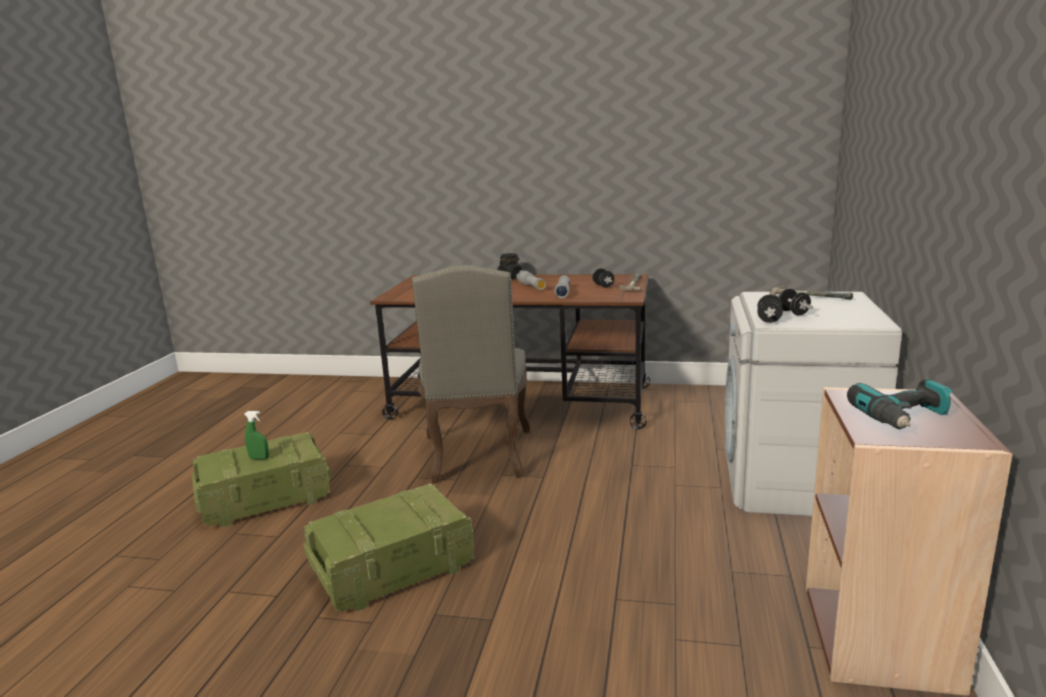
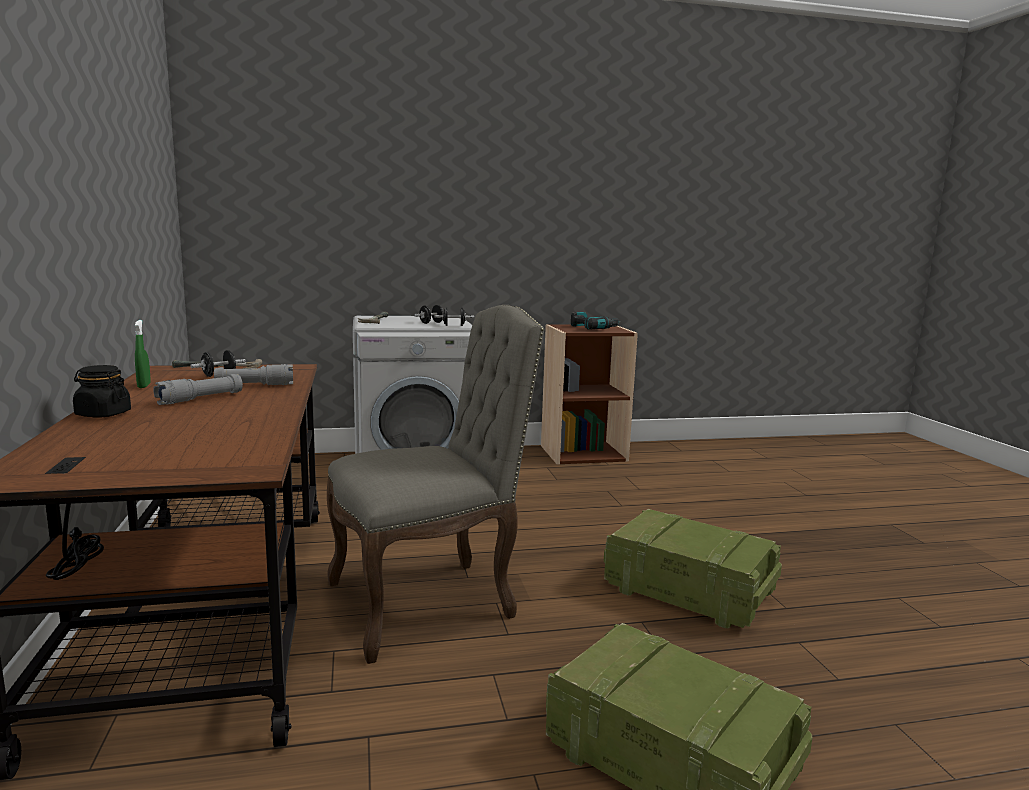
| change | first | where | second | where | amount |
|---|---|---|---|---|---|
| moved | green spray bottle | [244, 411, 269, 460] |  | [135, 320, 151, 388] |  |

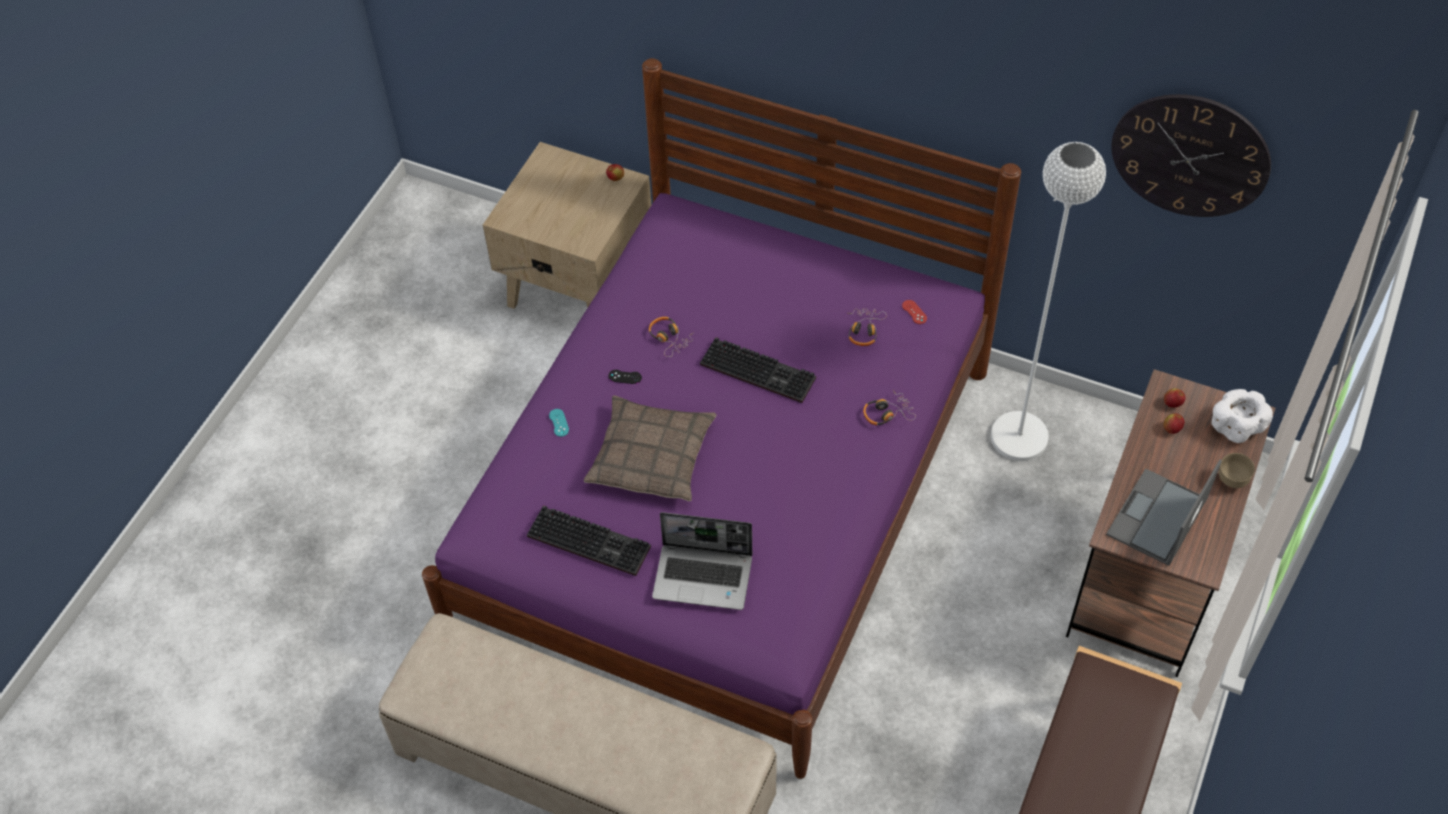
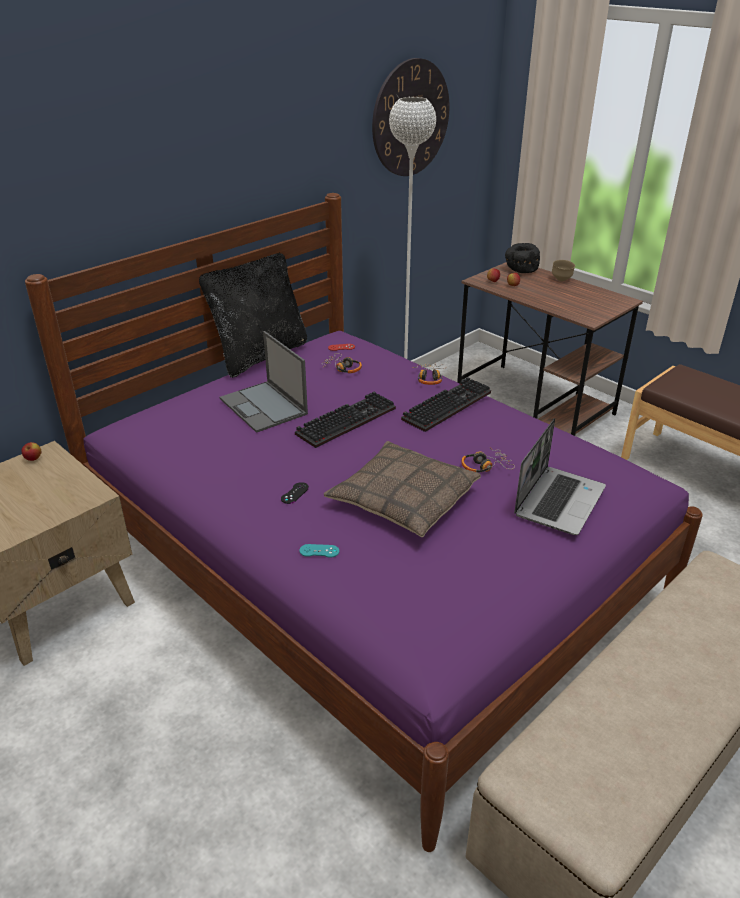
| change | first | where | second | where | amount |
|---|---|---|---|---|---|
| added |  |  | blackish throw pillow | [199, 253, 307, 378] |  |
| moved | portable computer | [1106, 459, 1222, 566] |  | [220, 331, 308, 433] |  |
| moved | PC keyboard | [527, 505, 651, 576] |  | [401, 377, 491, 432] |  |
| moved | headset | [649, 317, 694, 357] |  | [461, 447, 515, 473] |  |
| recoloured | white-coloured bowl | [1212, 389, 1273, 443] | blackish bowl | [505, 243, 540, 273] |  |

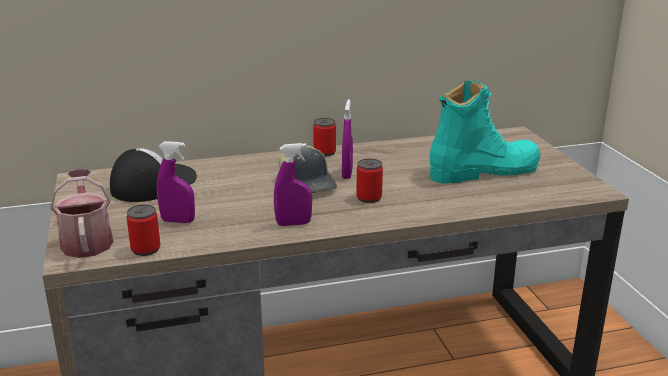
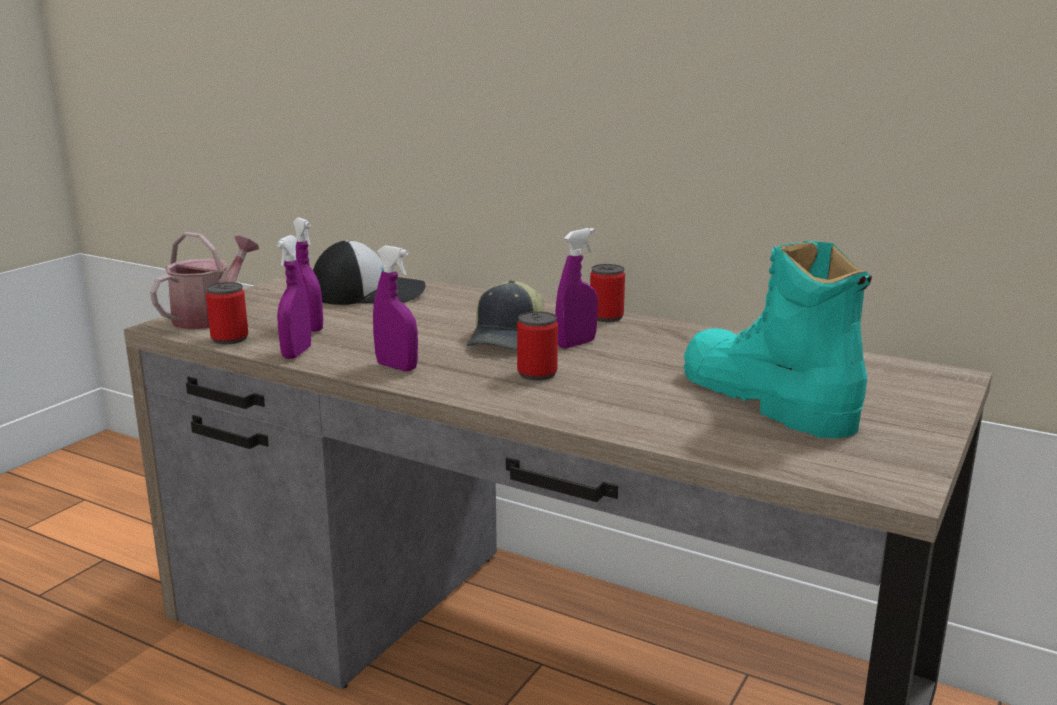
| change | first | where | second | where | amount |
|---|---|---|---|---|---|
| added |  |  | purple-coloured spray bottle | [276, 235, 311, 359] |  |
| turned | blue-green high-top boot | [429, 81, 540, 184] |  | [684, 241, 872, 438] | 150 degrees counterclockwise |

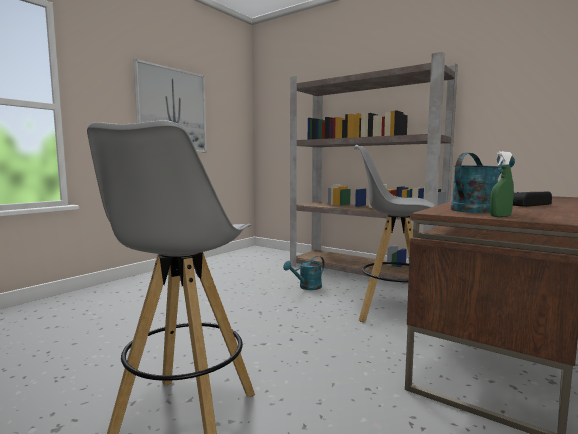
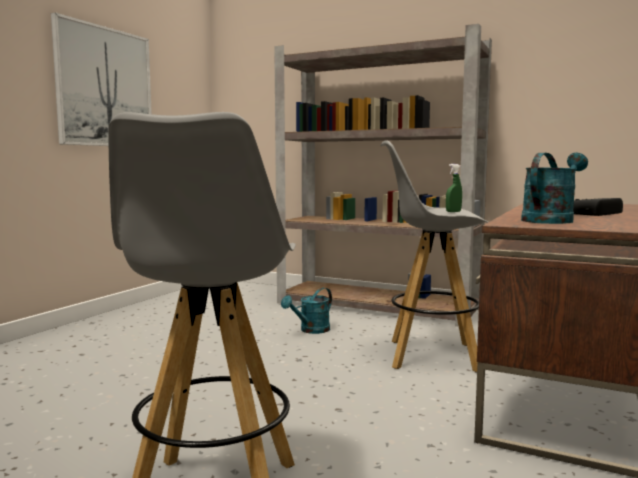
| change | first | where | second | where | amount |
|---|---|---|---|---|---|
| moved | green spray bottle | [490, 151, 514, 217] |  | [446, 164, 462, 212] |  |

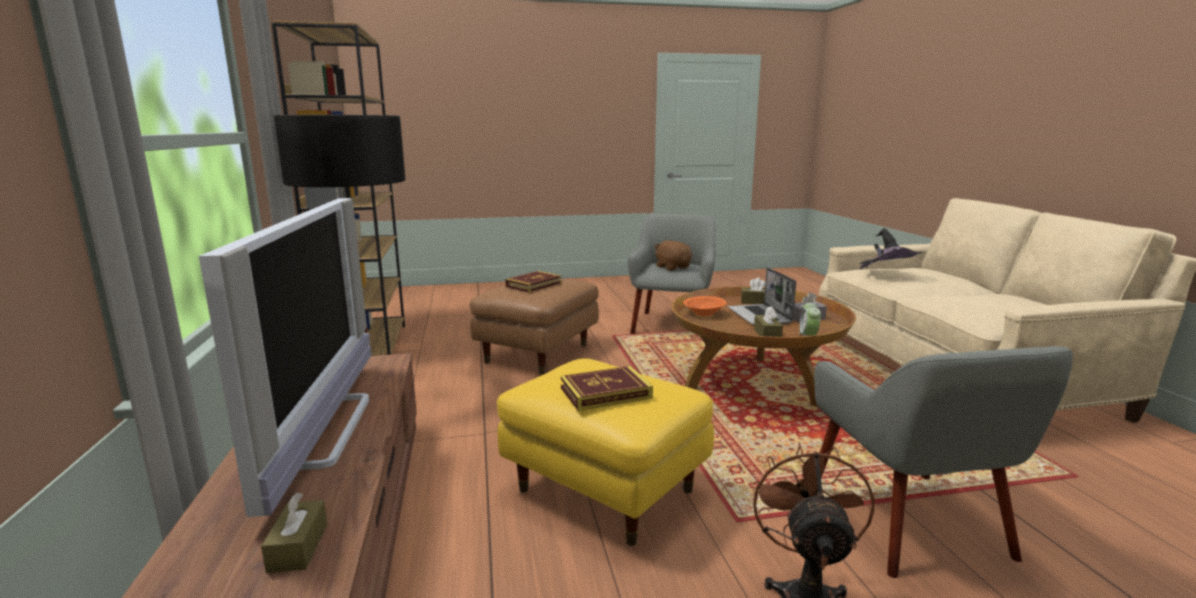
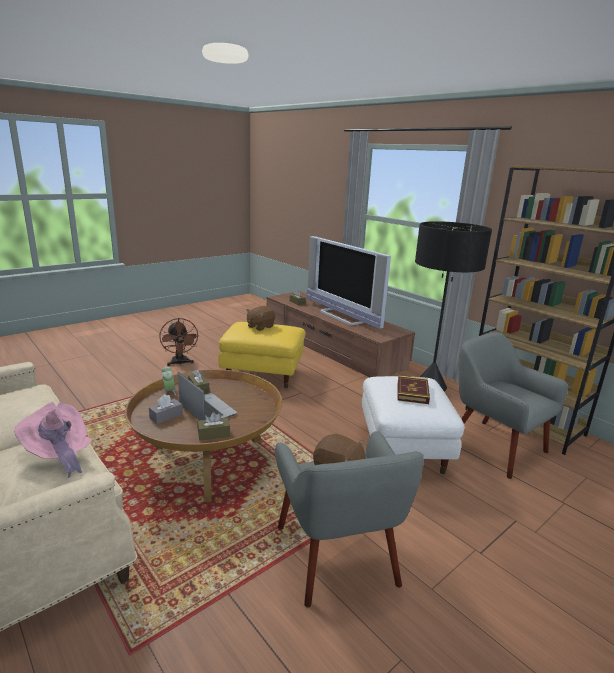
| change | first | where | second | where | amount |
|---|---|---|---|---|---|
| recoloured | blackish hat | [859, 228, 922, 269] | pink hat | [14, 402, 93, 478] |  |
| replaced | volume | [561, 366, 653, 411] | brown-coloured cuddly toy | [247, 306, 275, 331] |  |
| recoloured | brown-coloured pouffe | [470, 279, 599, 375] | white-coloured pouffe | [362, 376, 465, 474] |  |
| moved | grey easy chair | [814, 346, 1073, 578] |  | [458, 332, 568, 479] |  |
| removed | orange bowl | [683, 296, 726, 316] |  |  |  |

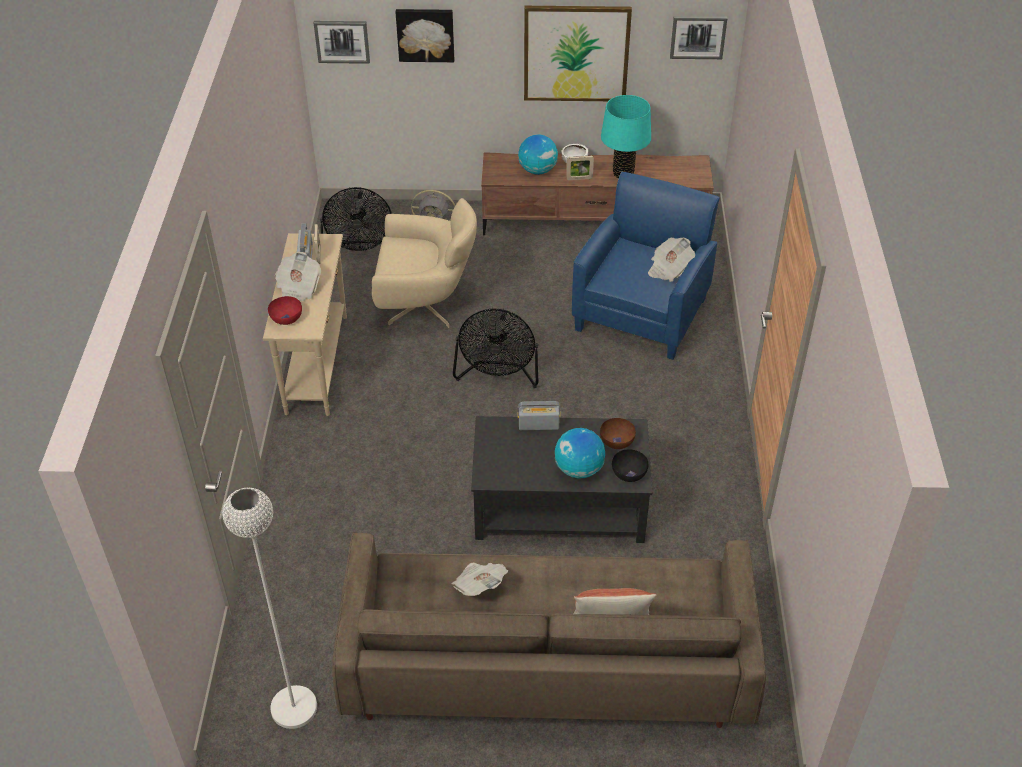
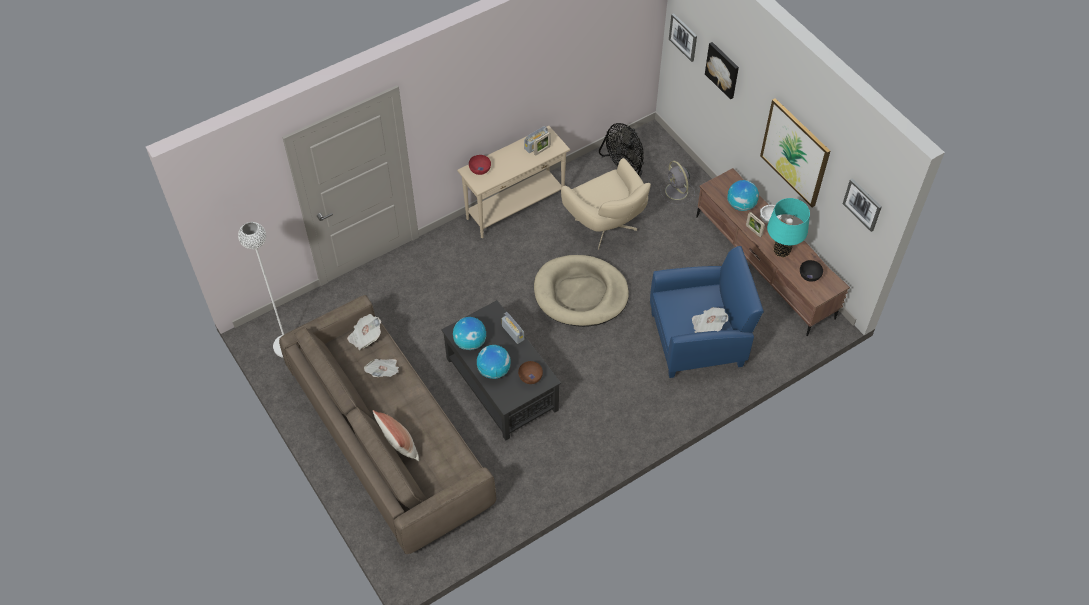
| change | first | where | second | where | amount |
|---|---|---|---|---|---|
| moved | newspaper | [275, 252, 321, 301] |  | [347, 314, 381, 350] |  |
| added |  |  | world globe | [453, 317, 486, 350] |  |
| replaced | blackish electric fan | [453, 308, 539, 388] | beige-coloured dog bed | [534, 255, 629, 327] |  |
| moved | blackish bowl | [612, 449, 648, 482] |  | [800, 260, 823, 282] |  |

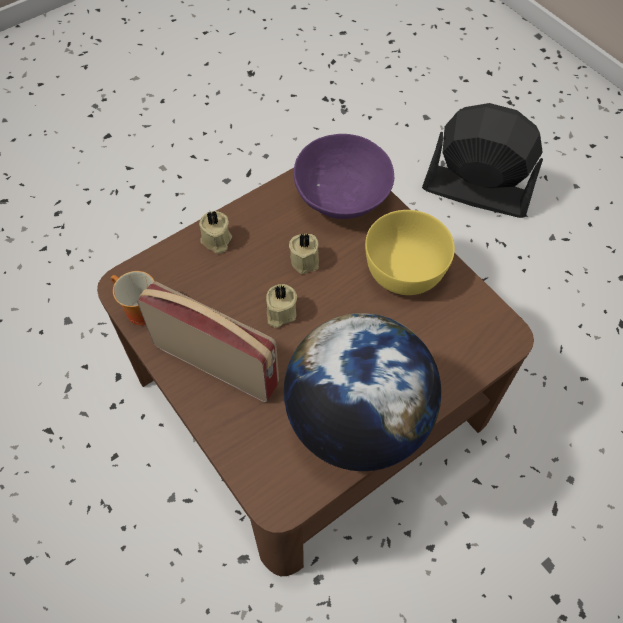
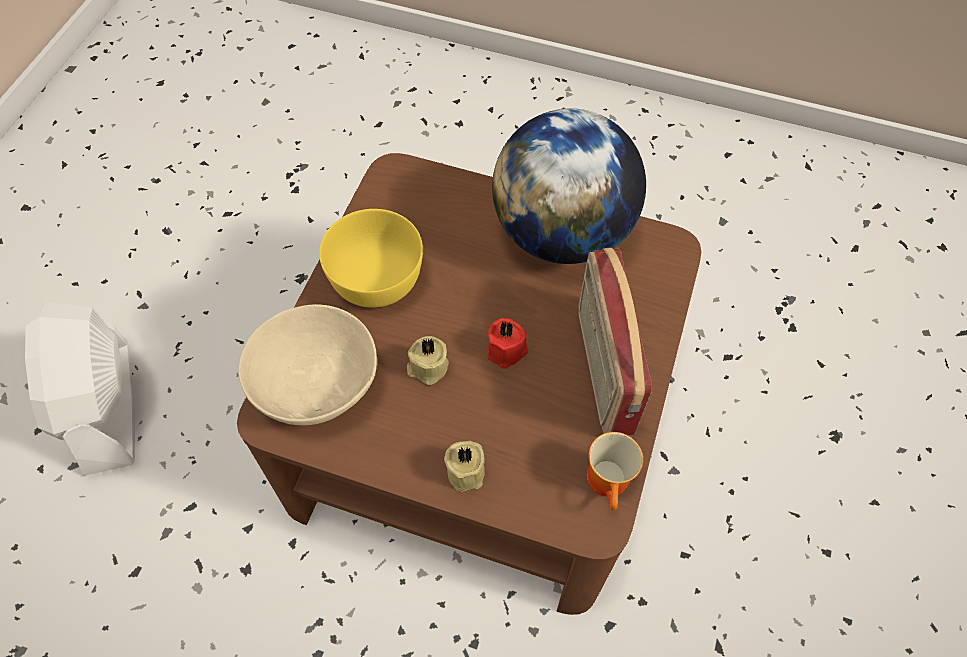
| change | first | where | second | where | amount |
|---|---|---|---|---|---|
| recoloured | blackish electric fan | [422, 103, 543, 218] | white-coloured electric fan | [25, 302, 135, 476] |  |
| recoloured | purple-coloured bowl | [293, 134, 394, 219] | beige-coloured bowl | [238, 304, 377, 425] |  |
| recoloured | beige-coloured wax light | [266, 284, 297, 328] | red-coloured wax light | [487, 318, 528, 369] |  |

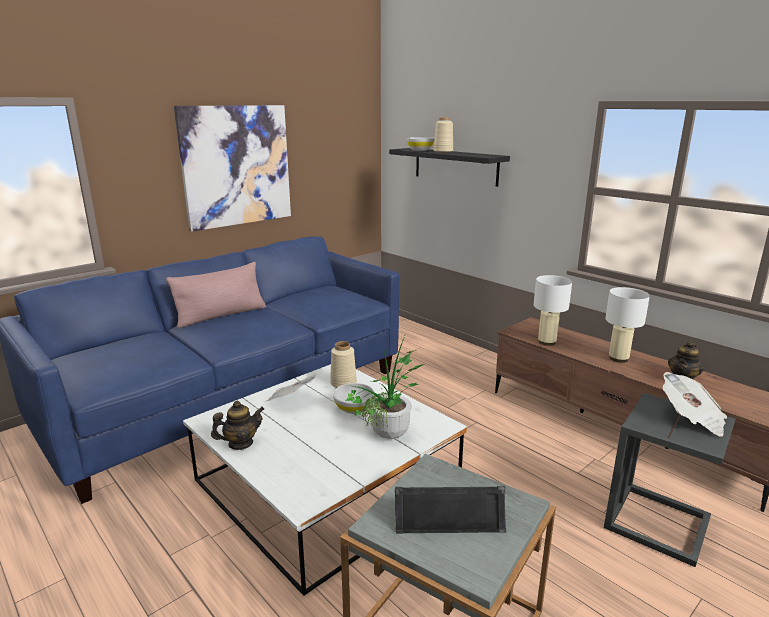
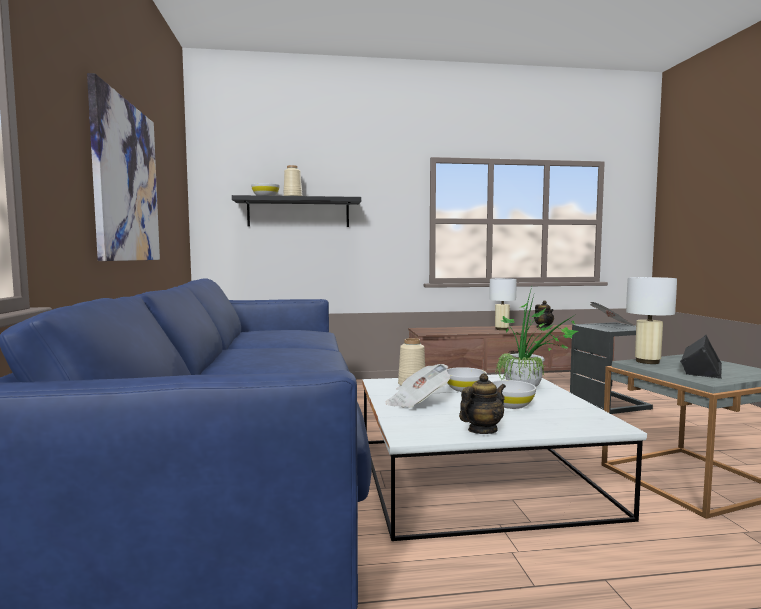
| change | first | where | second | where | amount |
|---|---|---|---|---|---|
| turned | tea pot | [211, 401, 264, 450] |  | [459, 373, 506, 434] | 45 degrees clockwise |
| added |  |  | white-coloured bowl | [492, 380, 536, 409] |  |
| moved | white-coloured lamp for a table | [534, 275, 572, 346] |  | [626, 277, 677, 364] |  |
| removed | pink throw pillow | [166, 262, 266, 328] |  |  |  |

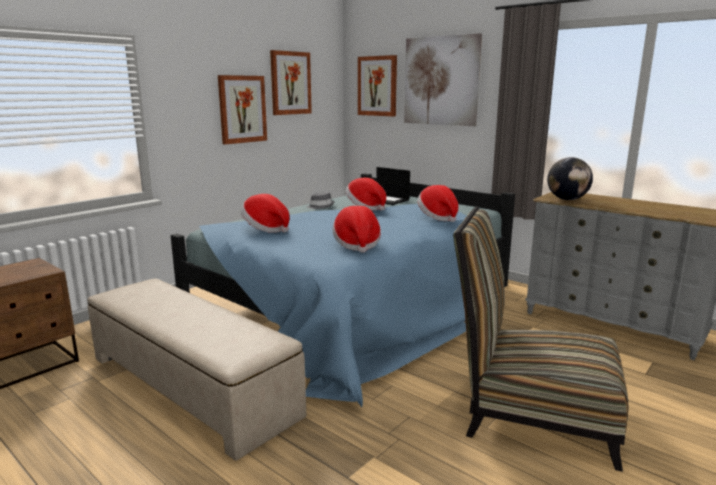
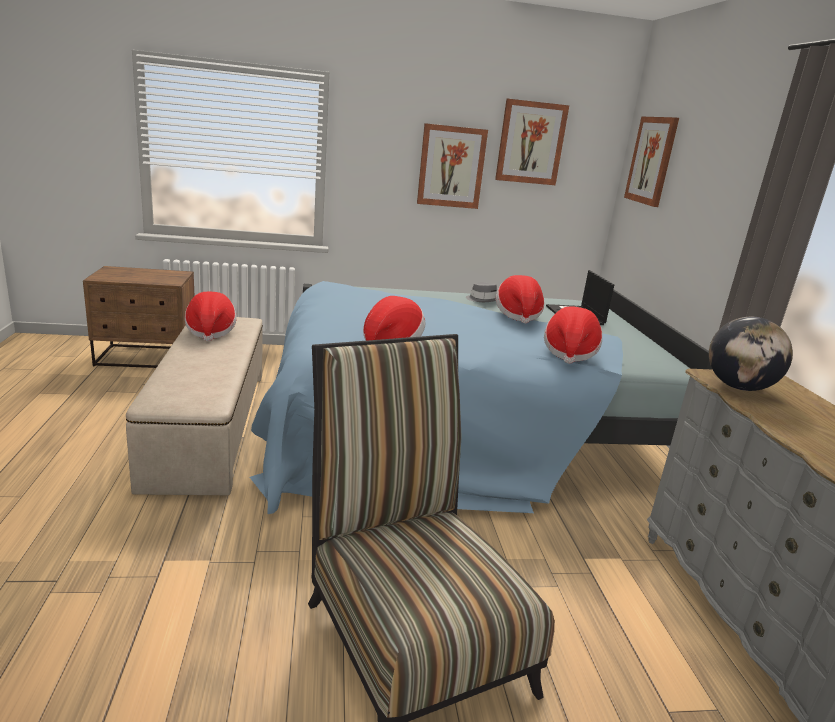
| change | first | where | second | where | amount |
|---|---|---|---|---|---|
| moved | hat | [241, 194, 289, 233] |  | [185, 292, 237, 341] |  |
| removed | wall picture | [404, 33, 482, 126] |  |  |  |

